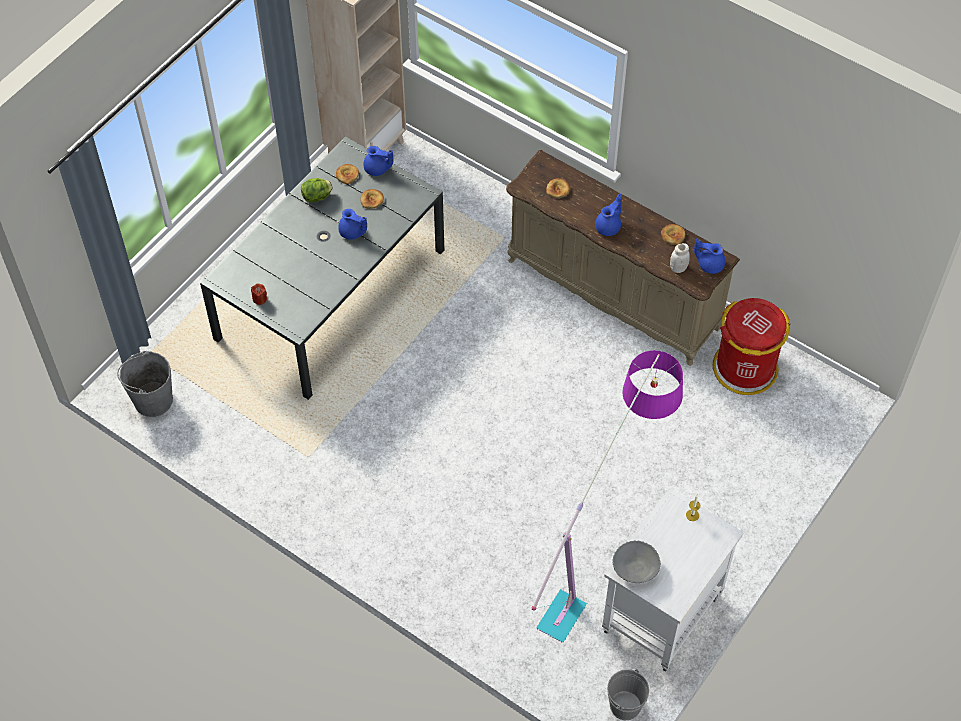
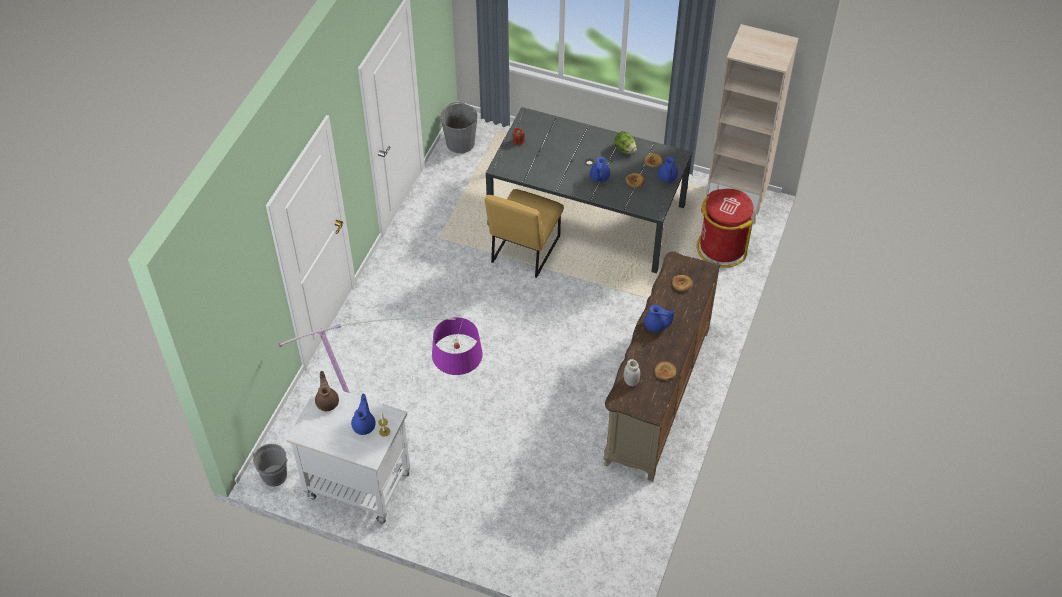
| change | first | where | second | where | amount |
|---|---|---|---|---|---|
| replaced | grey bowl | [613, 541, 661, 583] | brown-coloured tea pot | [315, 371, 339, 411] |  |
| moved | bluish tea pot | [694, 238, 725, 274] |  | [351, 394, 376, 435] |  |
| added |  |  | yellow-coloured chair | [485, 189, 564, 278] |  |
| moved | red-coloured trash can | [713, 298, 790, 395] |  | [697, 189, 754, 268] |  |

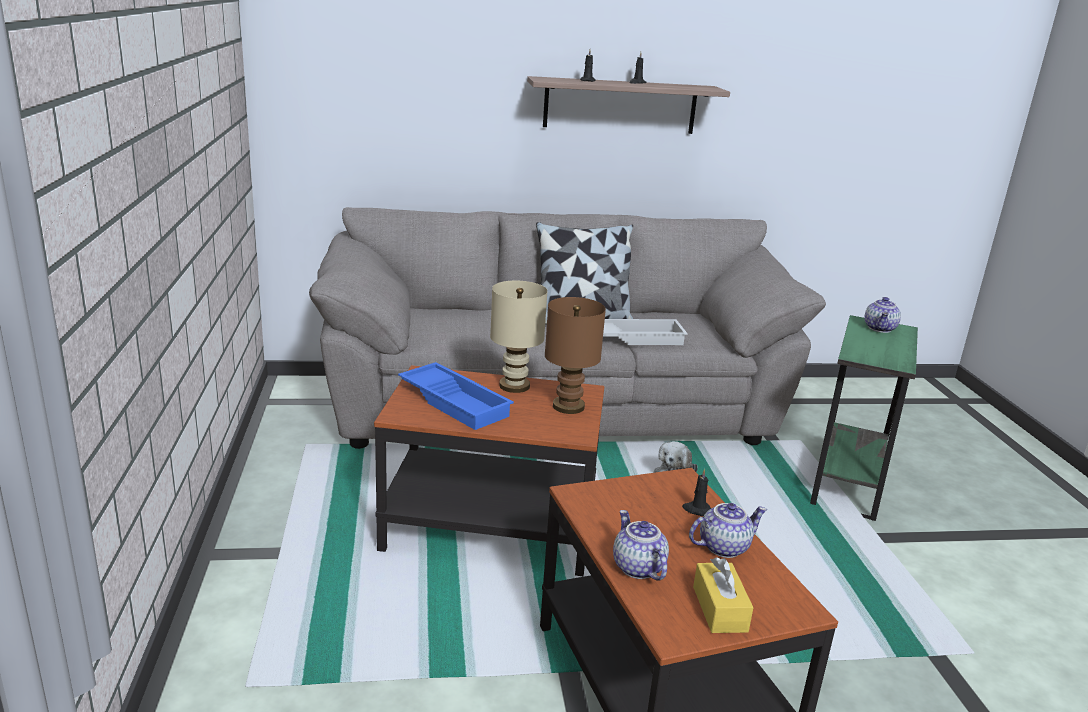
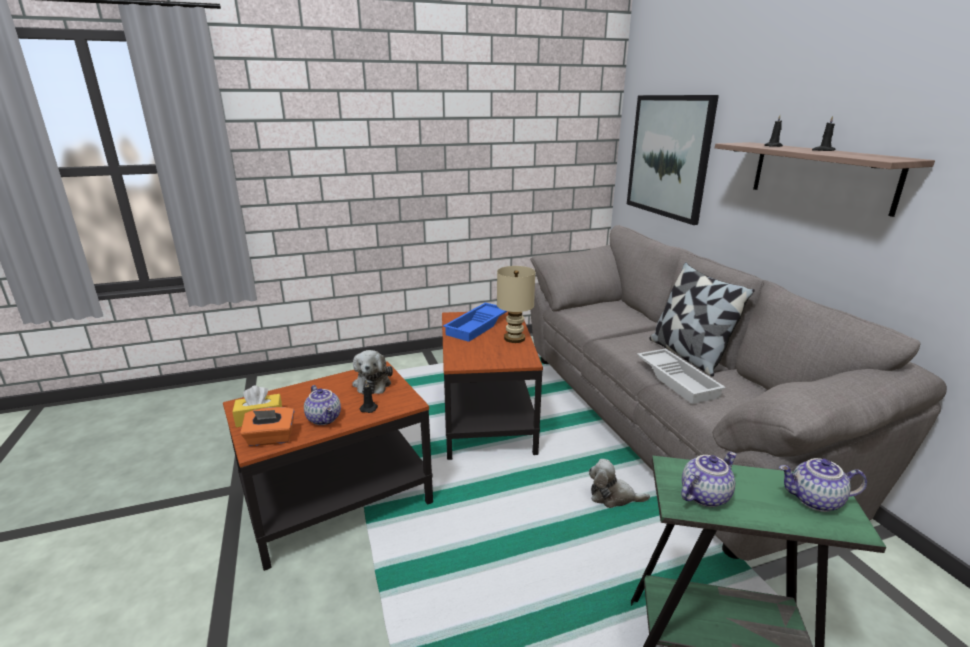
| change | first | where | second | where | amount |
|---|---|---|---|---|---|
| added |  |  | orange box of tissues | [240, 407, 295, 446] |  |
| added |  |  | cuddly toy | [352, 350, 393, 395] |  |
| added |  |  | wall picture | [627, 95, 719, 225] |  |
| moved | tea pot | [613, 510, 669, 581] |  | [681, 452, 737, 507] |  |
| removed | brown-coloured lamp for a table | [545, 297, 606, 414] |  |  |  |

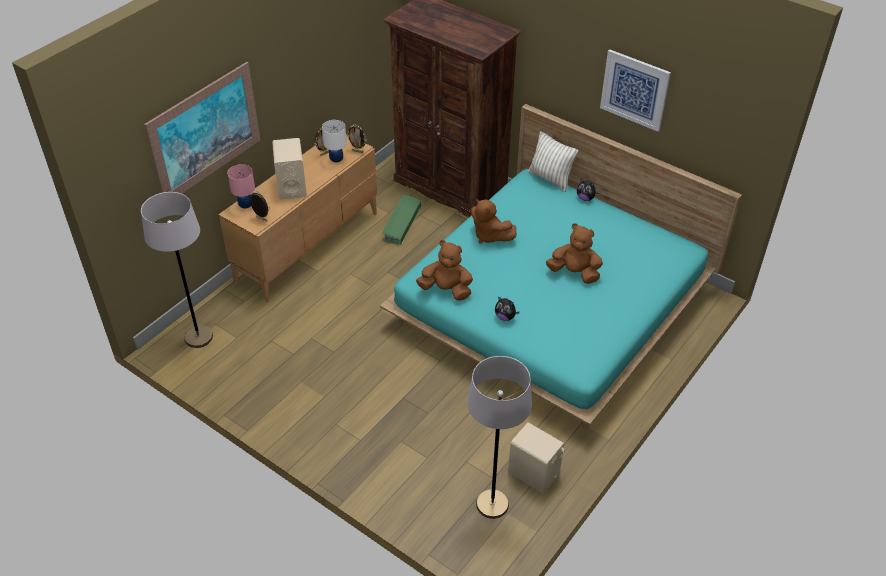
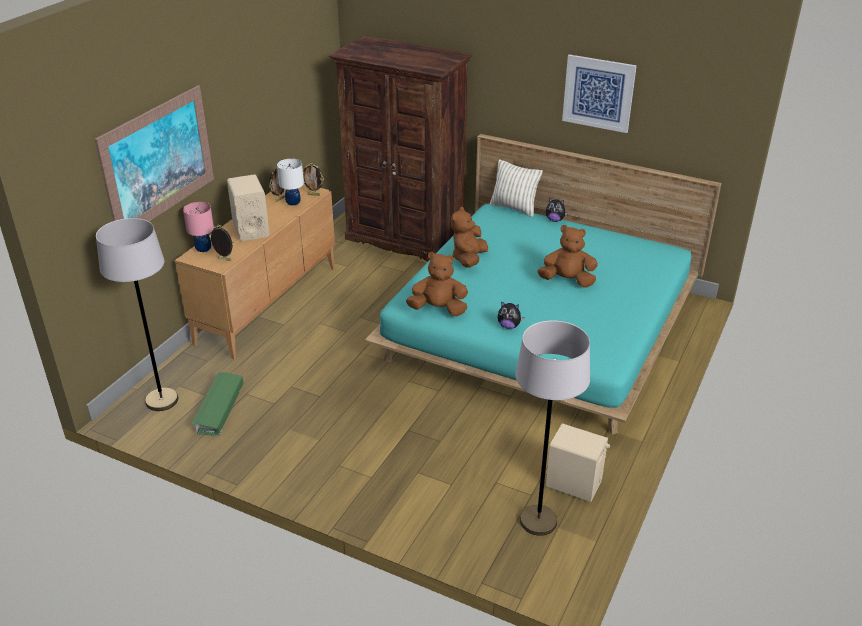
| change | first | where | second | where | amount |
|---|---|---|---|---|---|
| moved | green storage container | [381, 195, 421, 245] |  | [192, 372, 244, 436] |  |
| turned | brown-coloured cuddly toy | [471, 199, 516, 244] |  | [451, 207, 488, 268] | 75 degrees clockwise |

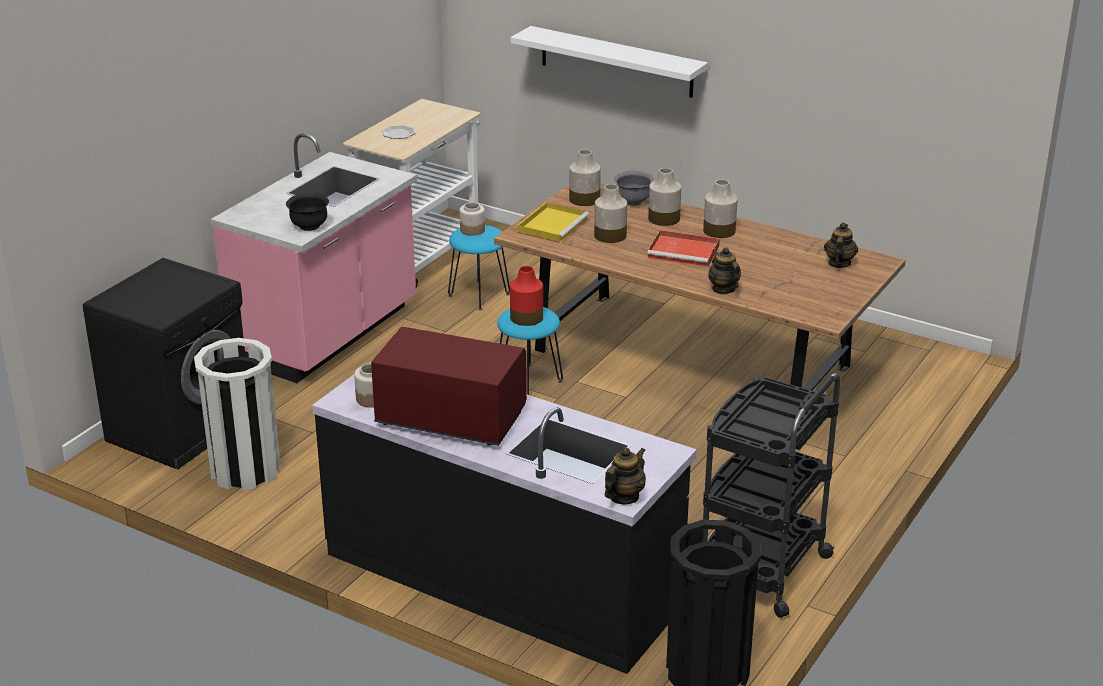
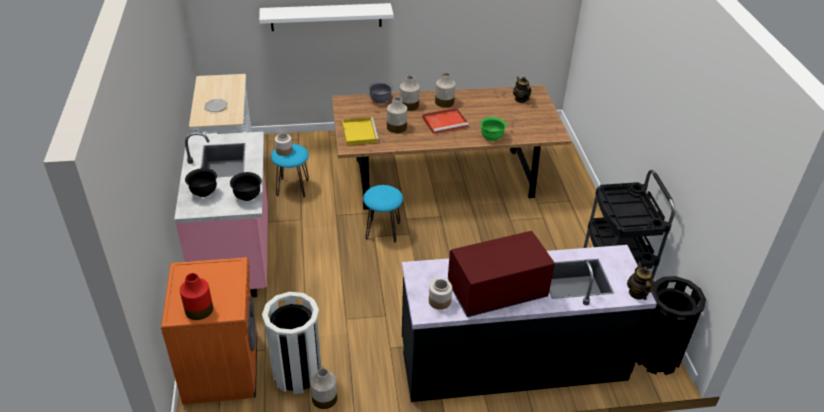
| change | first | where | second | where | amount |
|---|---|---|---|---|---|
| recoloured | blackish washing machine | [83, 258, 246, 470] | orange washing machine | [161, 257, 257, 405] |  |
| moved | red-coloured flower vase | [510, 266, 543, 326] |  | [180, 273, 213, 320] |  |
| added |  |  | blackish bowl | [185, 168, 217, 197] |  |
| moved | beige-coloured flower vase | [569, 149, 601, 206] |  | [310, 368, 337, 409] |  |
| replaced | tea pot | [708, 247, 741, 294] | green bowl | [480, 117, 507, 141] |  |

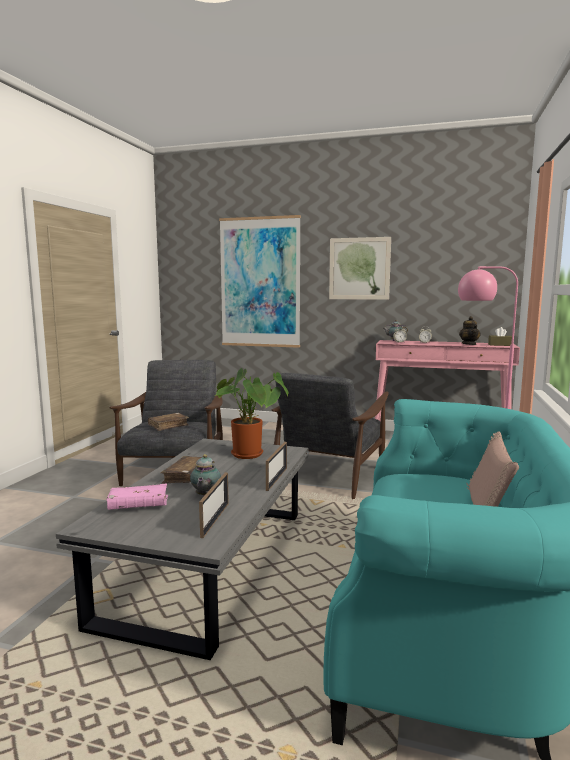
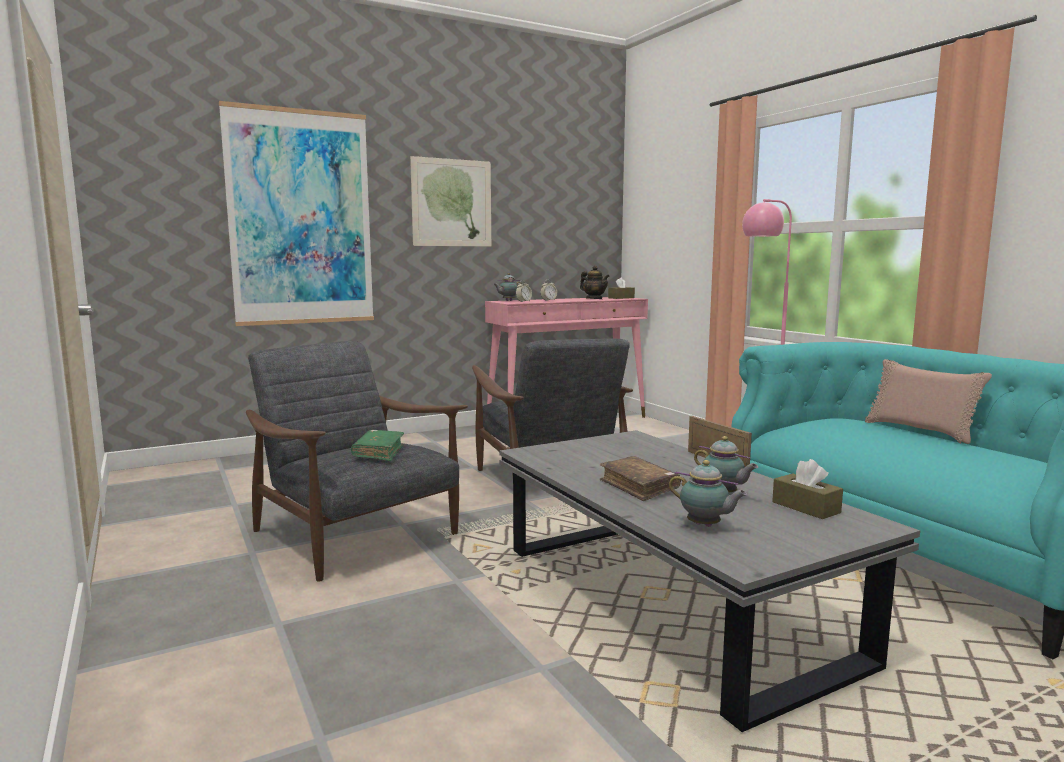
| change | first | where | second | where | amount |
|---|---|---|---|---|---|
| recoloured | brown-coloured volume | [148, 413, 189, 431] | green volume | [351, 430, 404, 461] |  |
| replaced | pink volume | [106, 483, 168, 510] | tea pot | [669, 460, 747, 527] |  |
| replaced | picture frame | [199, 473, 229, 538] | brown-coloured box of tissues | [772, 459, 843, 519] |  |
| removed | potted plant | [214, 368, 288, 459] |  |  |  |

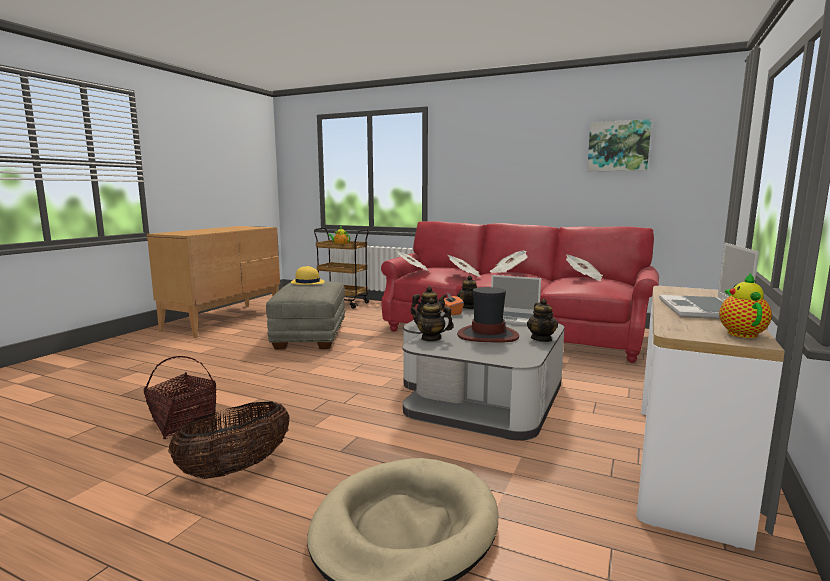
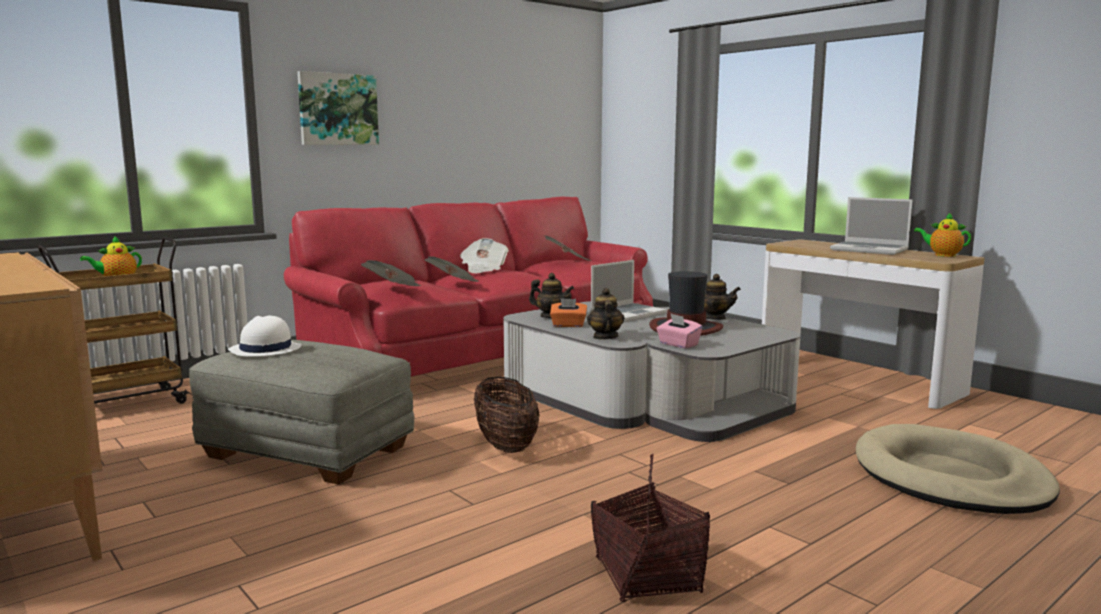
| change | first | where | second | where | amount |
|---|---|---|---|---|---|
| recoloured | yellow-coloured hat | [291, 266, 325, 285] | white-coloured hat | [228, 316, 302, 357] |  |
| moved | wall picture | [587, 119, 652, 171] |  | [297, 71, 379, 145] |  |
| moved | storage basket | [168, 401, 290, 479] |  | [474, 377, 540, 453] |  |
| replaced | tea pot | [411, 298, 454, 341] | pink box of tissues | [656, 313, 702, 348] |  |

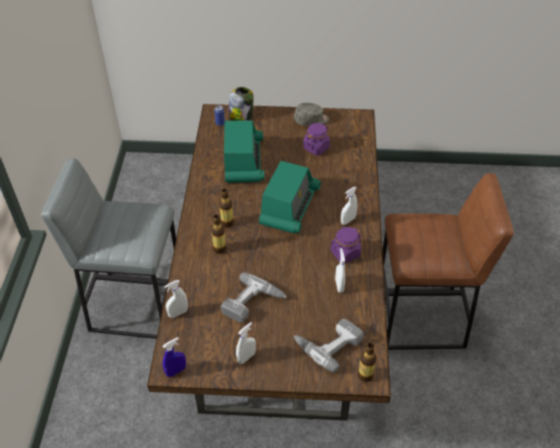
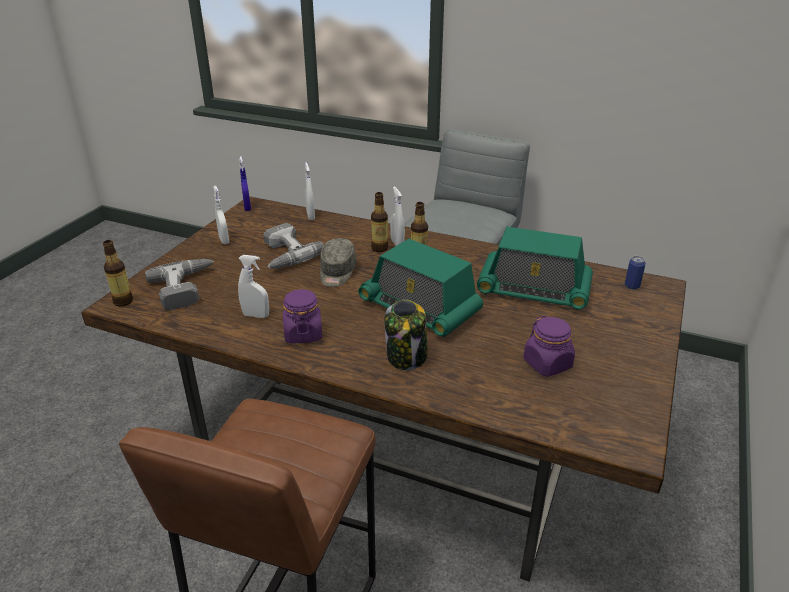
| change | first | where | second | where | amount |
|---|---|---|---|---|---|
| moved | grey peaked cap | [294, 103, 329, 126] |  | [320, 238, 356, 287] |  |
| moved | jar | [229, 87, 254, 121] |  | [384, 300, 428, 370] |  |
| moved | white-coloured spray bottle | [341, 187, 357, 225] |  | [390, 187, 405, 246] |  |

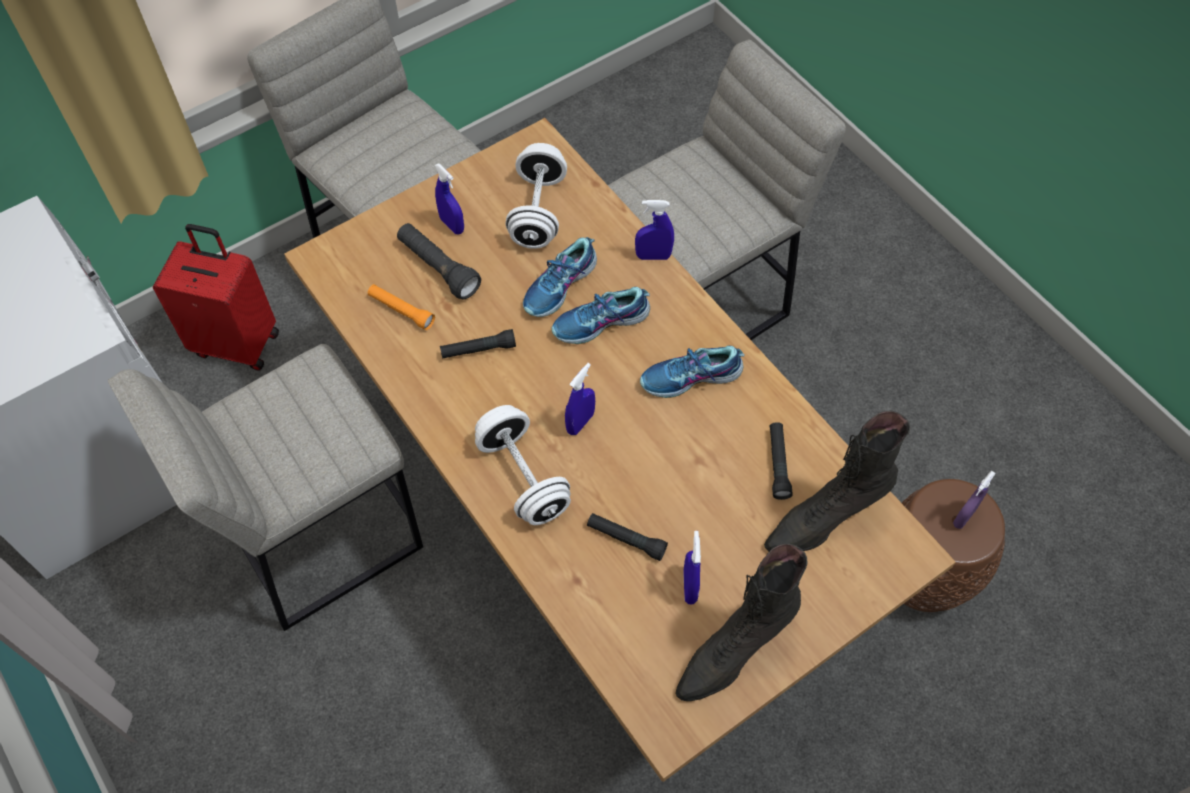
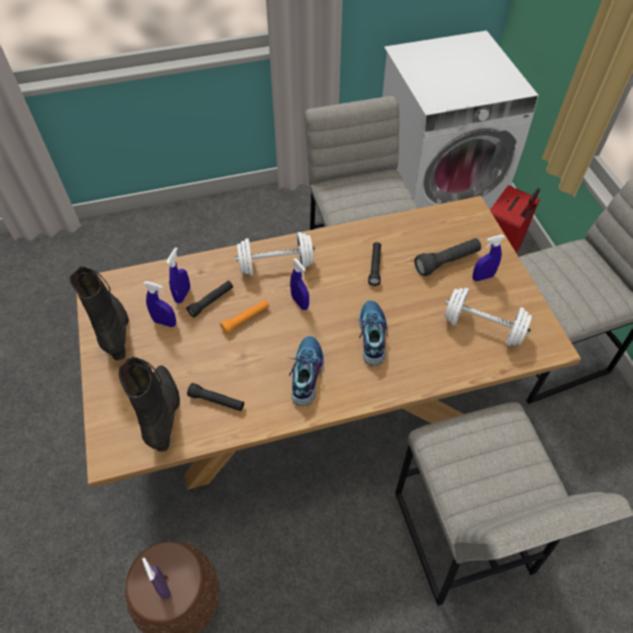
| change | first | where | second | where | amount |
|---|---|---|---|---|---|
| moved | bluish spray bottle | [635, 200, 674, 260] |  | [166, 247, 190, 303] |  |
| moved | orange torch | [368, 284, 435, 330] |  | [220, 299, 269, 334] |  |
| removed | item of footwear | [523, 237, 597, 317] |  |  |  |

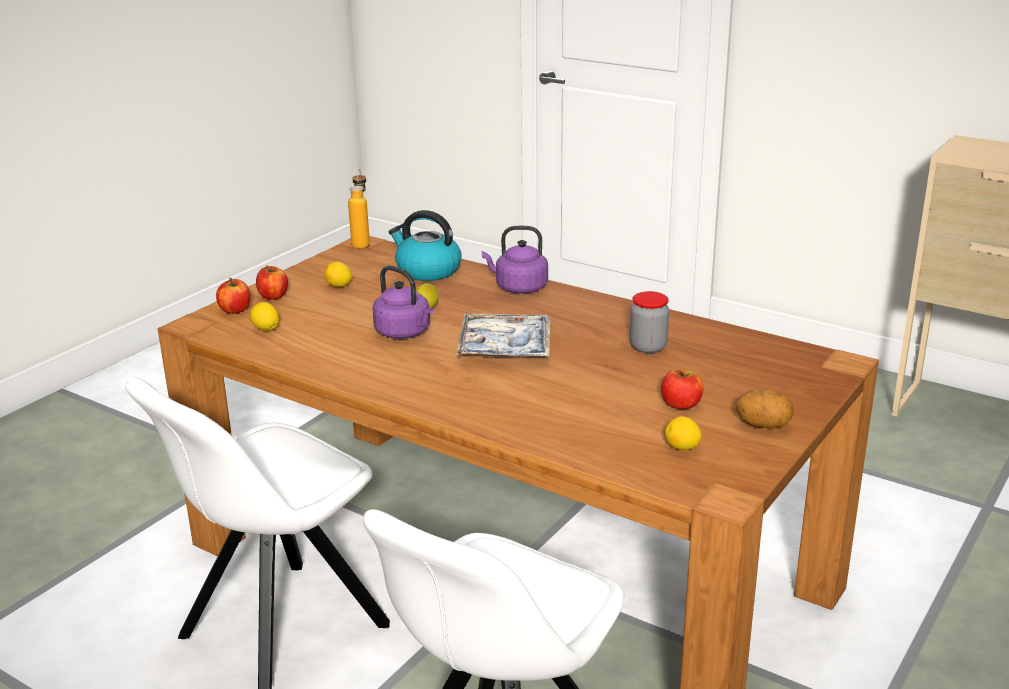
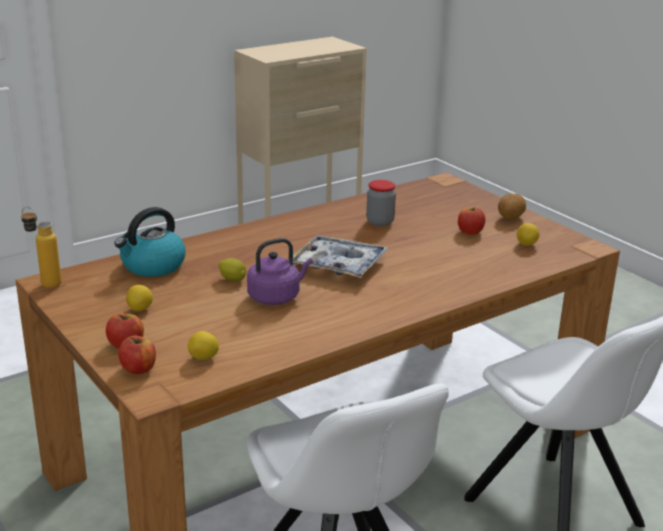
| change | first | where | second | where | amount |
|---|---|---|---|---|---|
| removed | purple-coloured kettle | [482, 226, 548, 293] |  |  |  |

